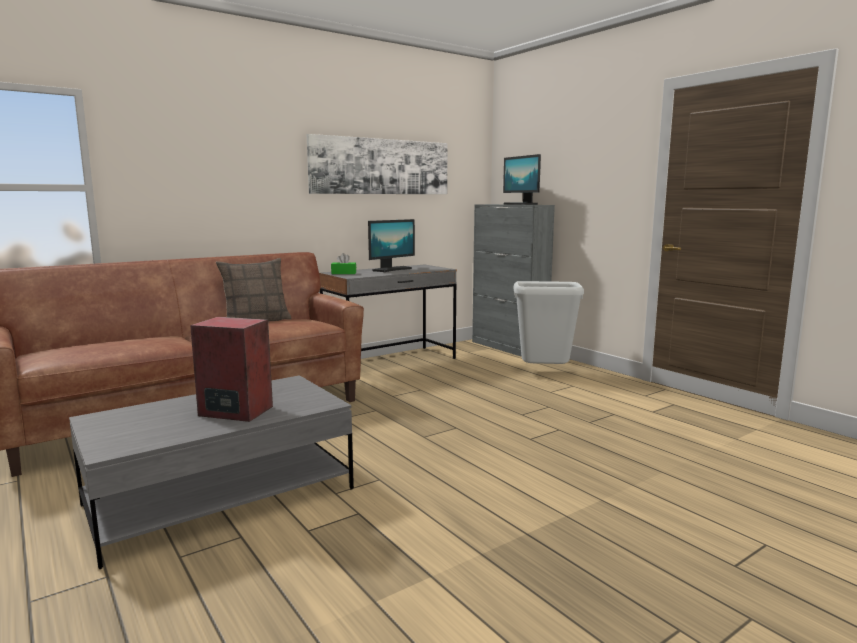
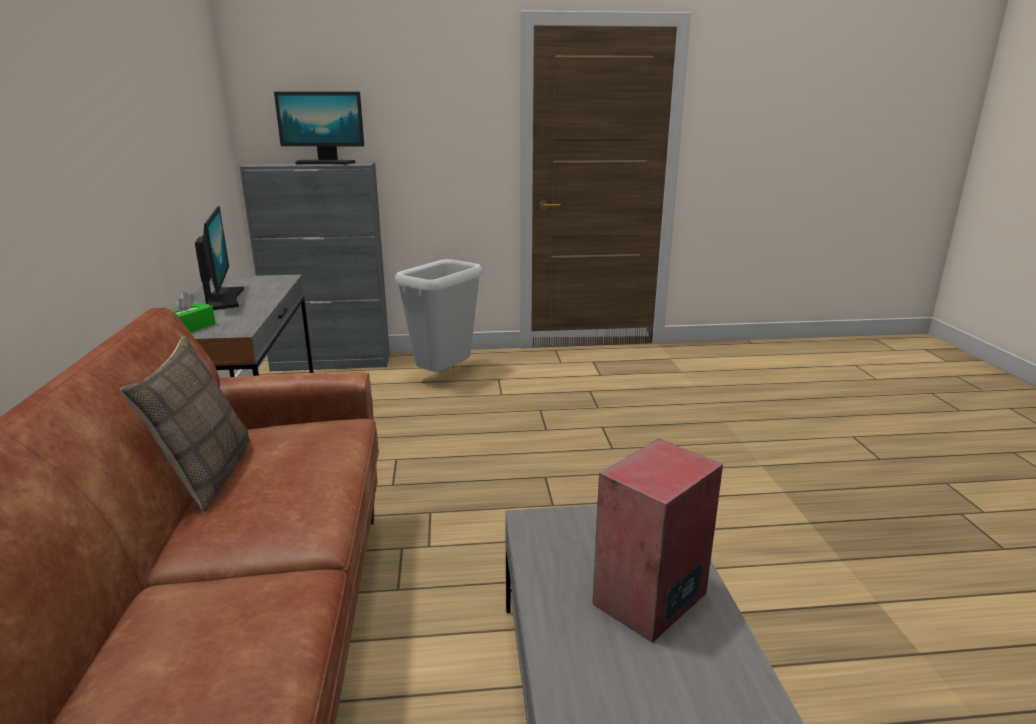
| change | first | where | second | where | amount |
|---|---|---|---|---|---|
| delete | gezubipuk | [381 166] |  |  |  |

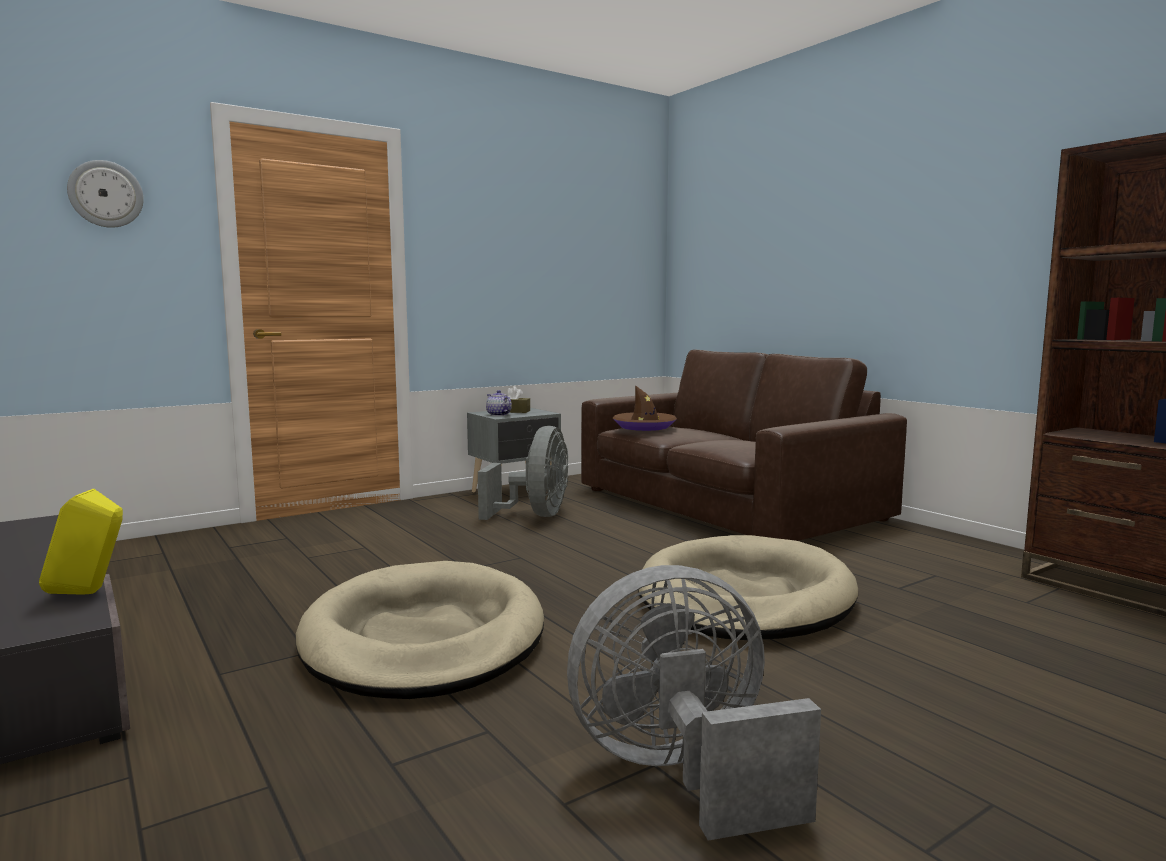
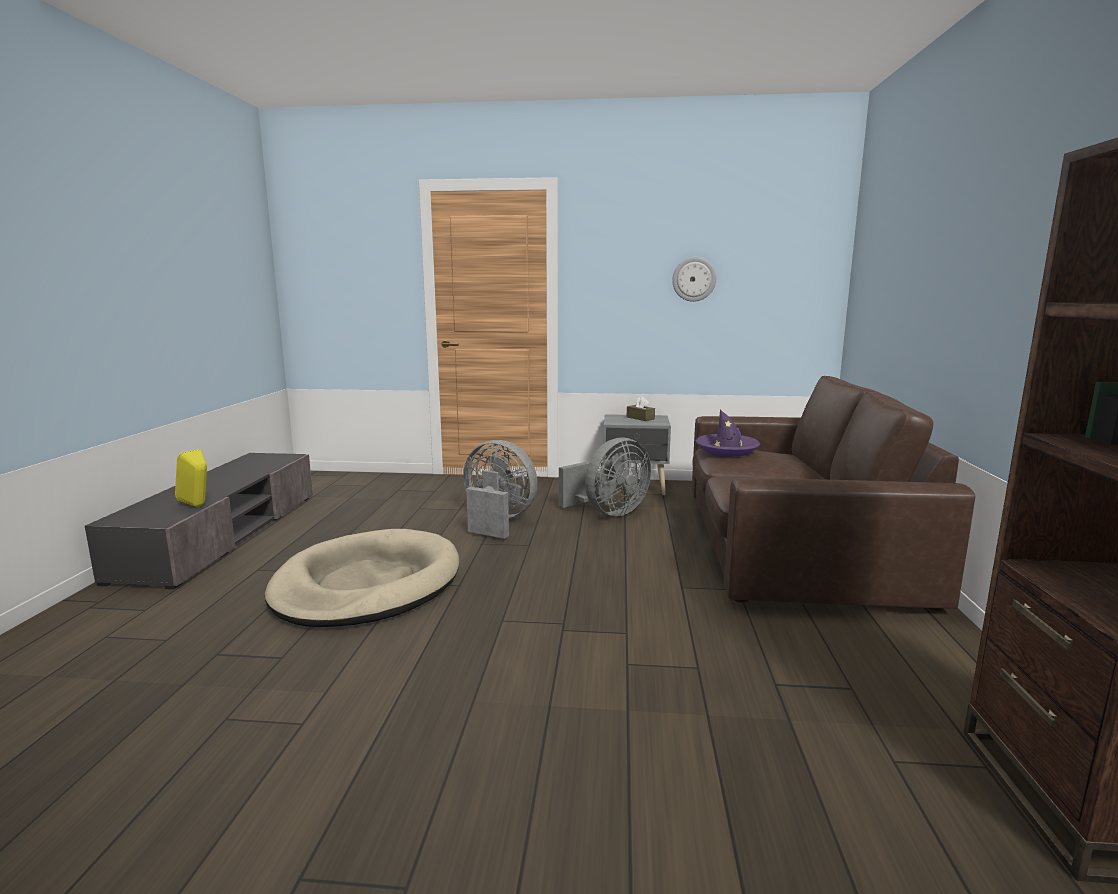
| change | first | where | second | where | amount |
|---|---|---|---|---|---|
| move | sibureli | [106 194] |  | [694 279] |  |
| recolor | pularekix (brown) | [644 427] | pularekix (purple) | [727 450] |  |
| delete | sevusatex | [498 415] |  |  |  |
| delete | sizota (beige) | [744 597] |  |  |  |
| move | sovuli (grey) | [682 773] |  | [497 522] |  |

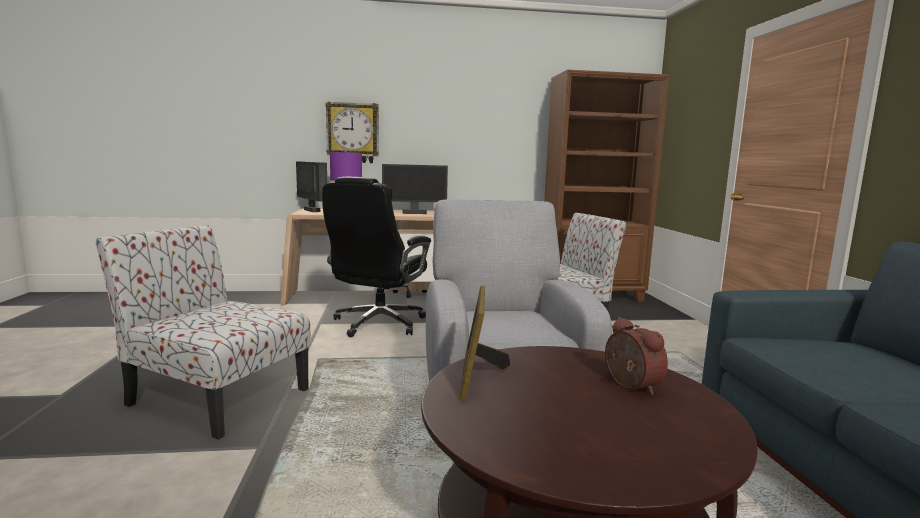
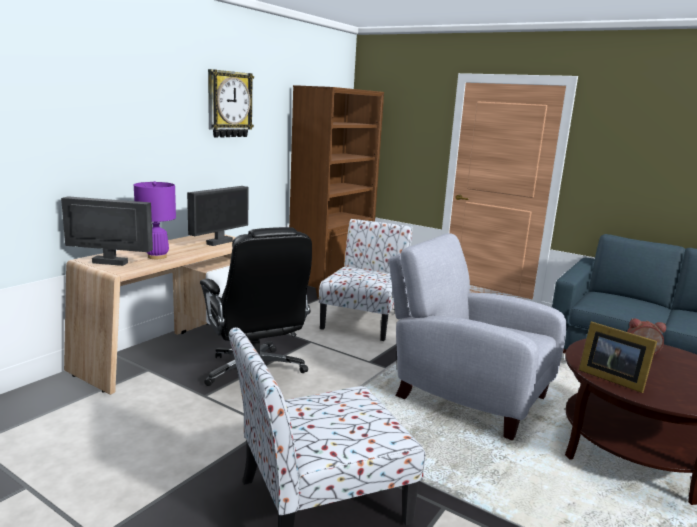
| change | first | where | second | where | amount |
|---|---|---|---|---|---|
| move | sibureli | [353 133] |  | [229 104] |  |

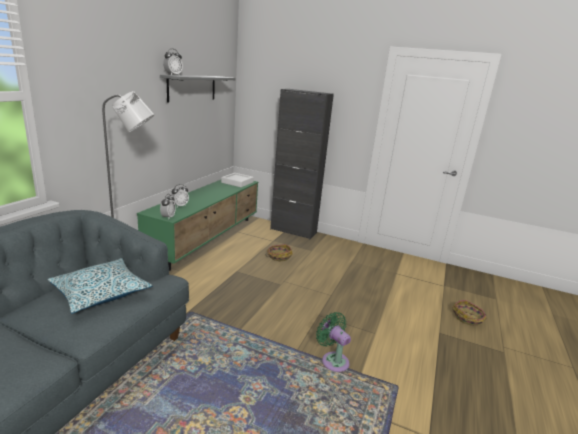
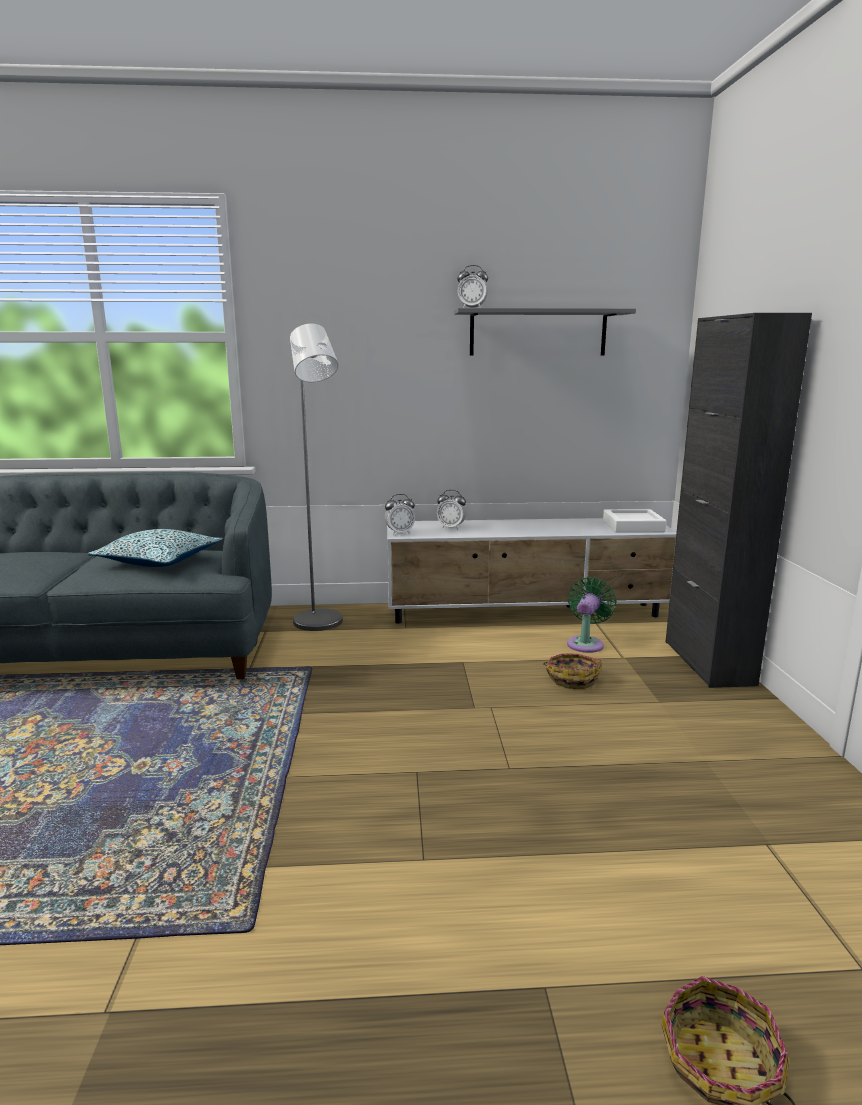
| change | first | where | second | where | amount |
|---|---|---|---|---|---|
| recolor | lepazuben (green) | [207 239] | lepazuben (white) | [526 613] |  |
| move | sovuli (green) | [333 360] |  | [586 643] |  |

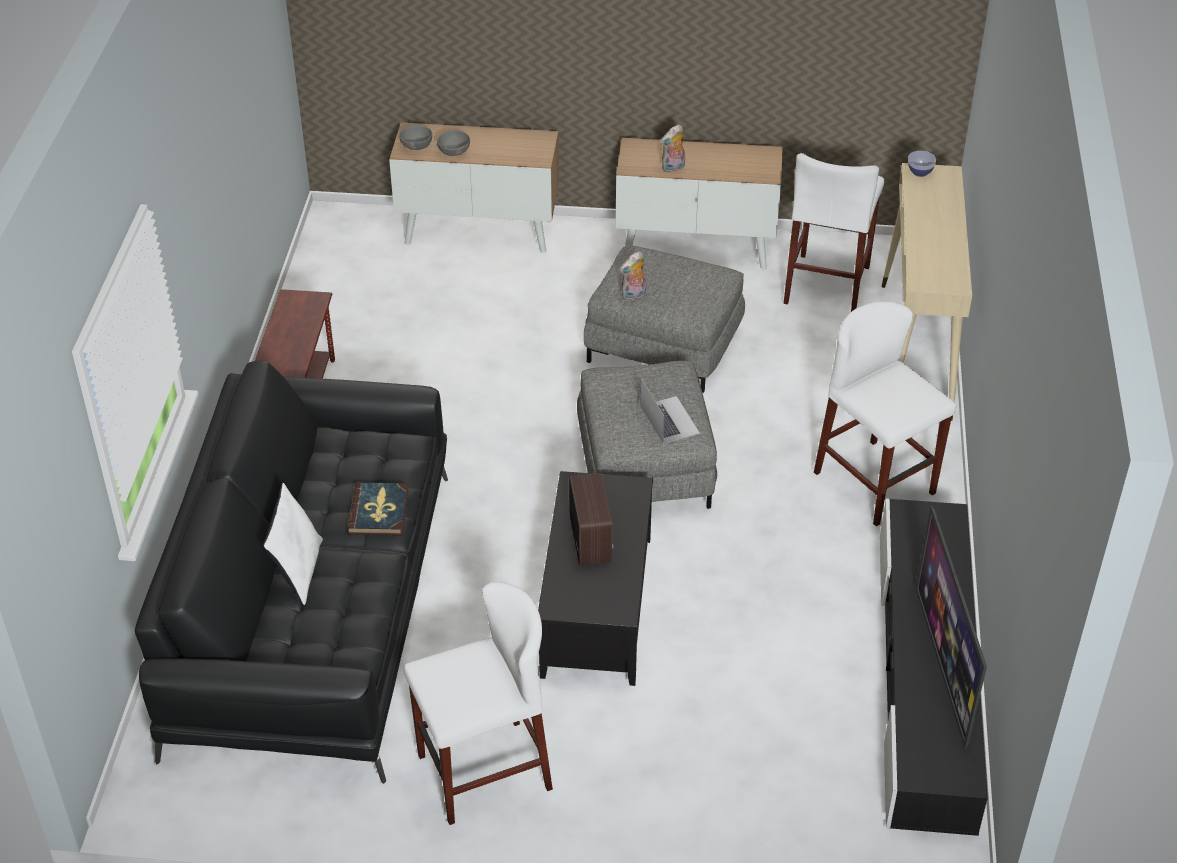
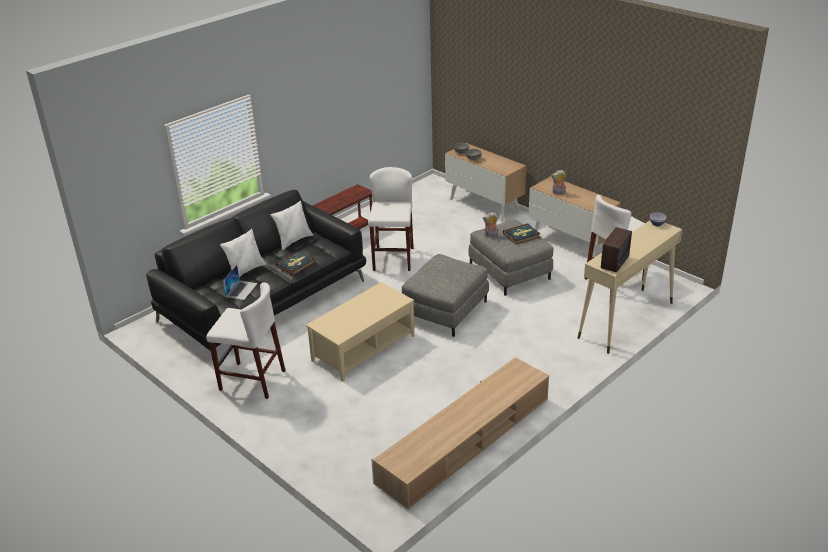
| change | first | where | second | where | amount |
|---|---|---|---|---|---|
| move | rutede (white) | [874 483] |  | [393 259] |  |
| move | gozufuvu | [669 419] |  | [241 290] |  |
| recolor | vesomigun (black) | [595 606] | vesomigun (beige) | [363 348] |  |
| move | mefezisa | [591 539] |  | [615 262] |  |
| recolor | lepazuben (black) | [925 678] | lepazuben (beige) | [464 441] |  |
| delete | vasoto | [943 666] |  |  |  |
| insert |  |  | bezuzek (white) | [293 240] |  |
| insert |  |  | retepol | [521 235] |  |

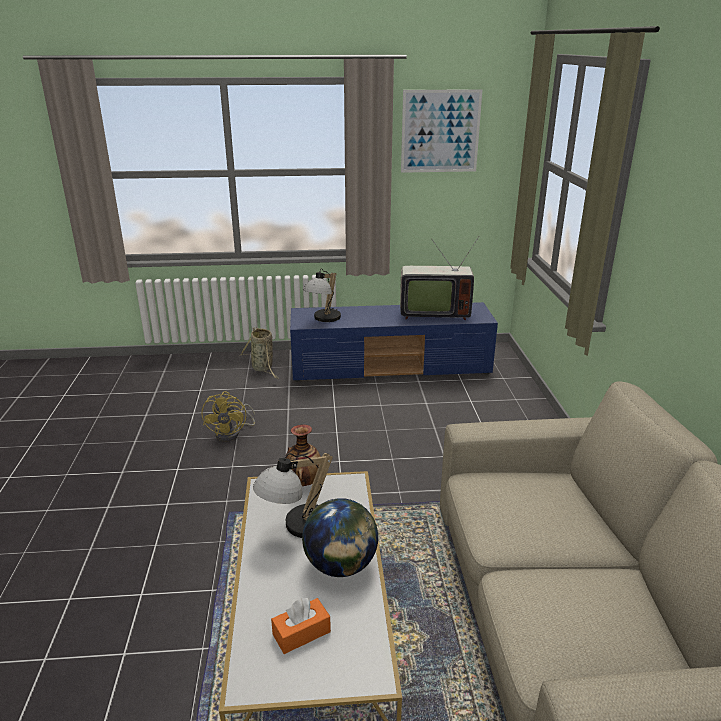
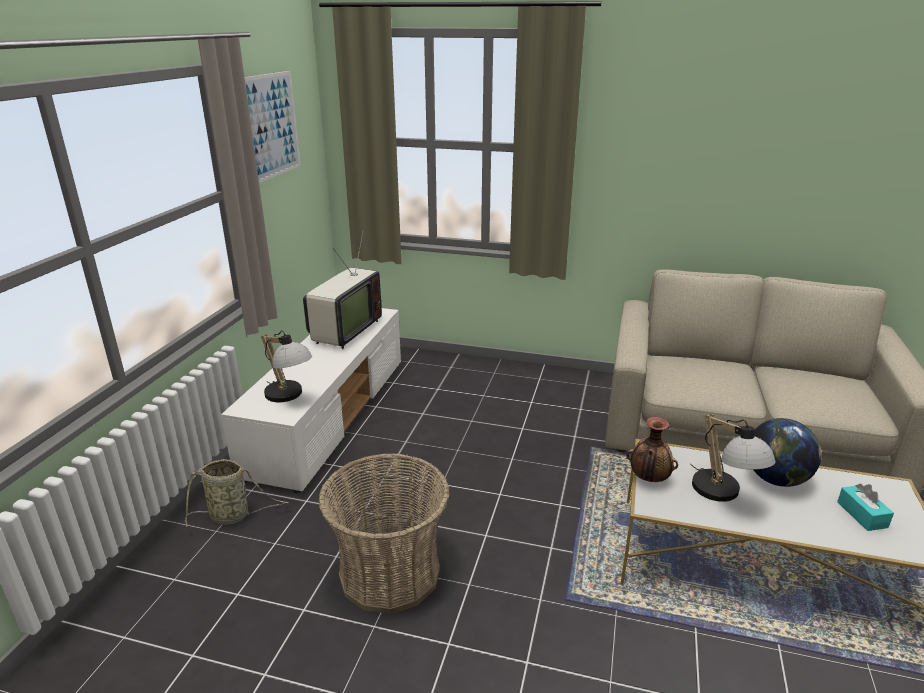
| change | first | where | second | where | amount |
|---|---|---|---|---|---|
| recolor | lepazuben (blue) | [391 367] | lepazuben (white) | [329 415] |  |
| replace | sovuli (yellow) | [232 433] | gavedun | [389 573] |  |
| recolor | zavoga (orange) | [301 633] | zavoga (turquoise) | [862 514] |  |

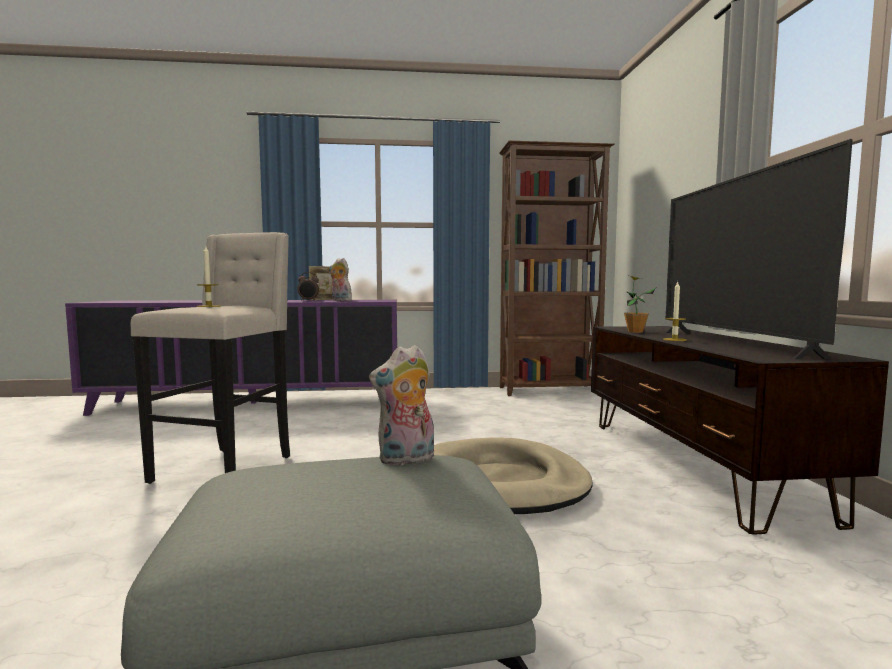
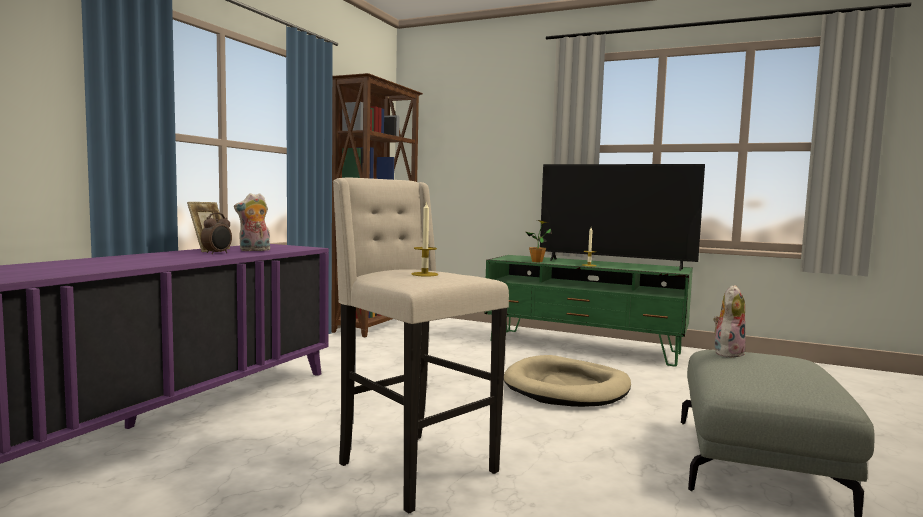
| change | first | where | second | where | amount |
|---|---|---|---|---|---|
| recolor | lepazuben (brown) | [692 465] | lepazuben (green) | [584 347] |  |
| rotate | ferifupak | [406 460] |  | [727 353] | 135 degrees counterclockwise |

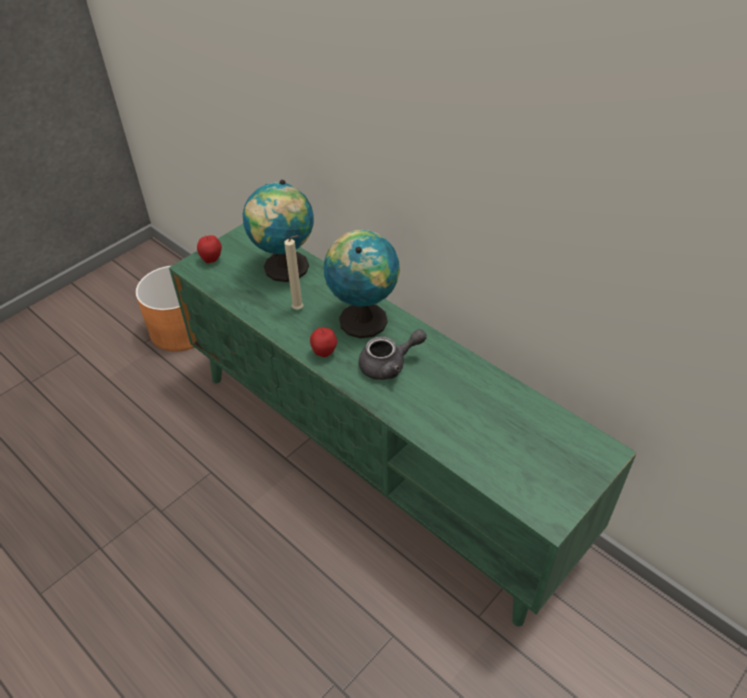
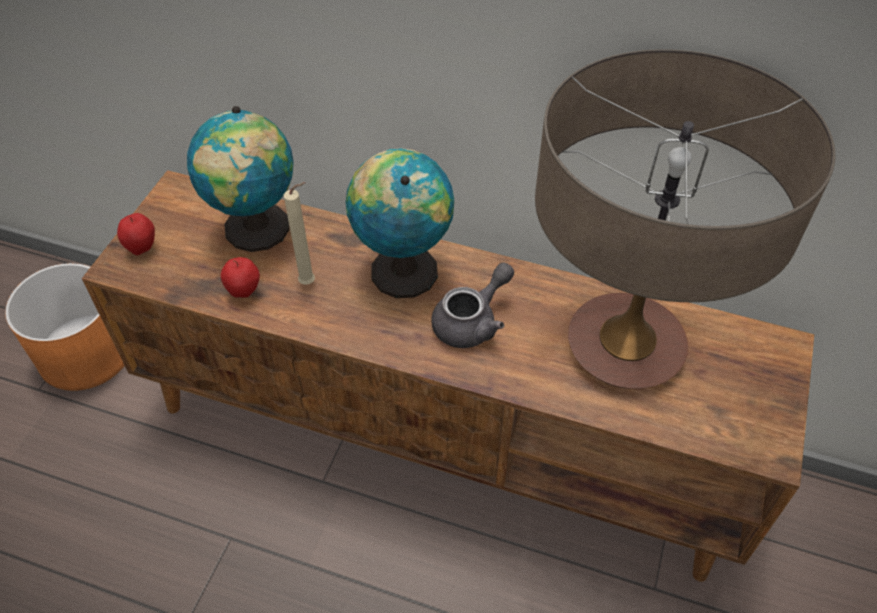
| change | first | where | second | where | amount |
|---|---|---|---|---|---|
| recolor | lepazuben (green) | [379 458] | lepazuben (brown) | [441 436] |  |
| move | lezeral | [324 353] |  | [244 292] |  |
| insert |  |  | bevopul | [625 347] |  |

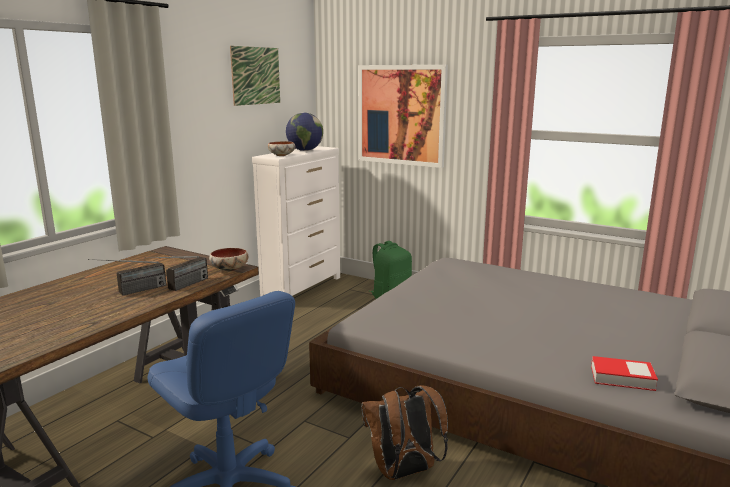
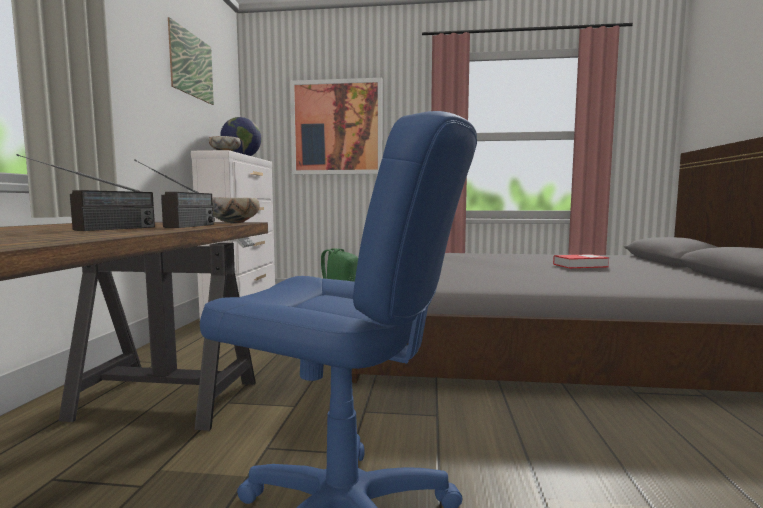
| change | first | where | second | where | amount |
|---|---|---|---|---|---|
| move | retepol | [622 378] |  | [580 265] |  |
| delete | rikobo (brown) | [404 472] |  |  |  |

